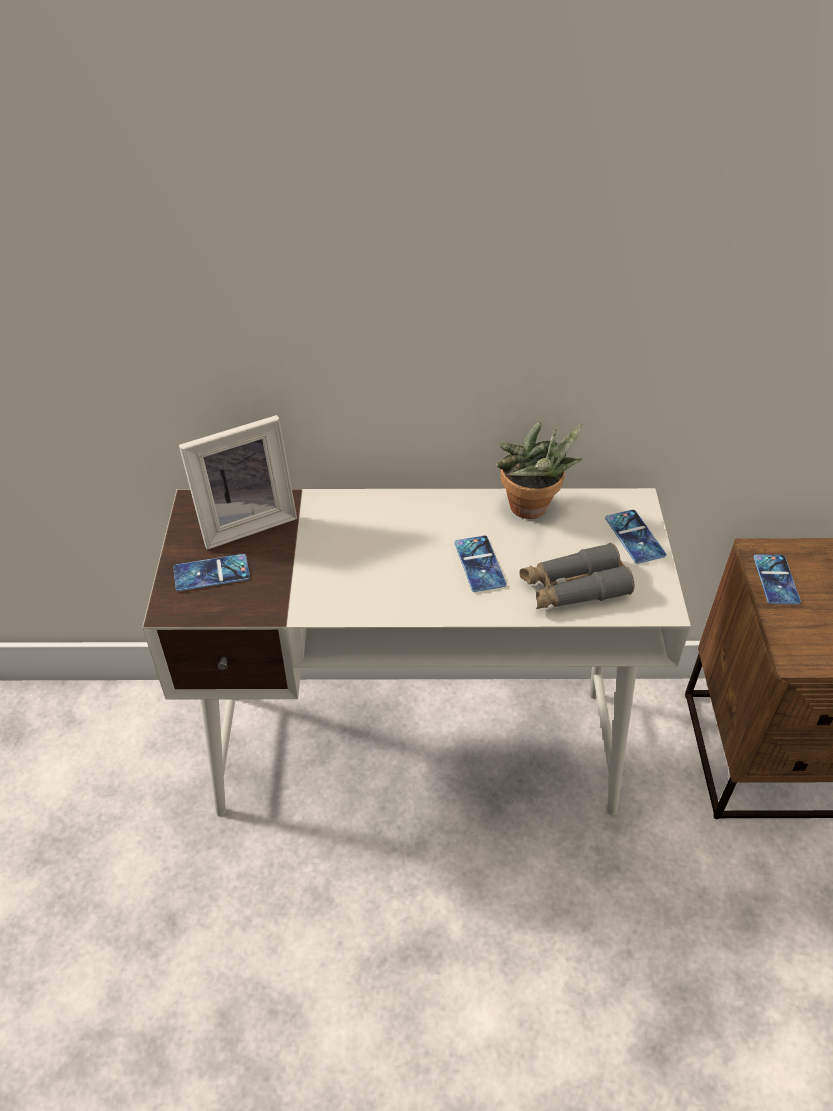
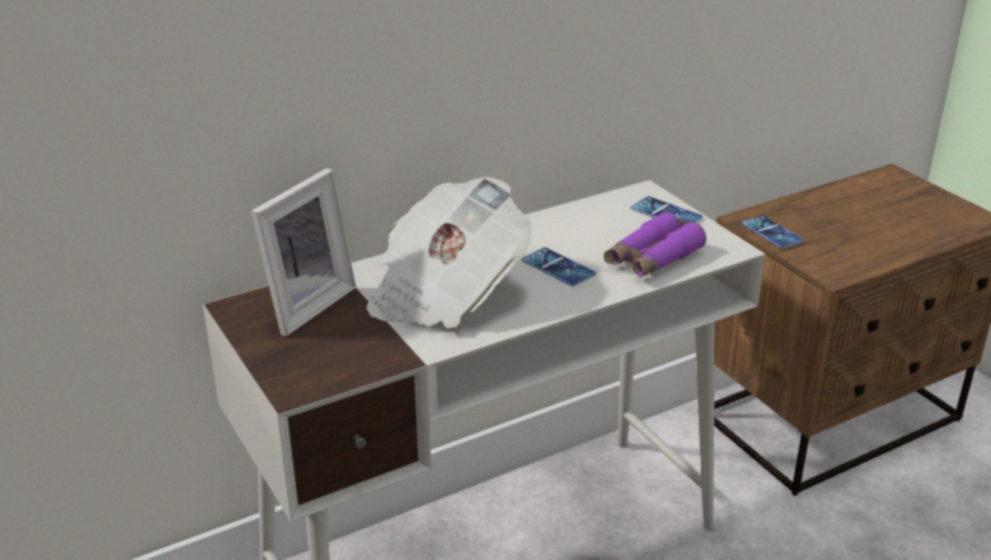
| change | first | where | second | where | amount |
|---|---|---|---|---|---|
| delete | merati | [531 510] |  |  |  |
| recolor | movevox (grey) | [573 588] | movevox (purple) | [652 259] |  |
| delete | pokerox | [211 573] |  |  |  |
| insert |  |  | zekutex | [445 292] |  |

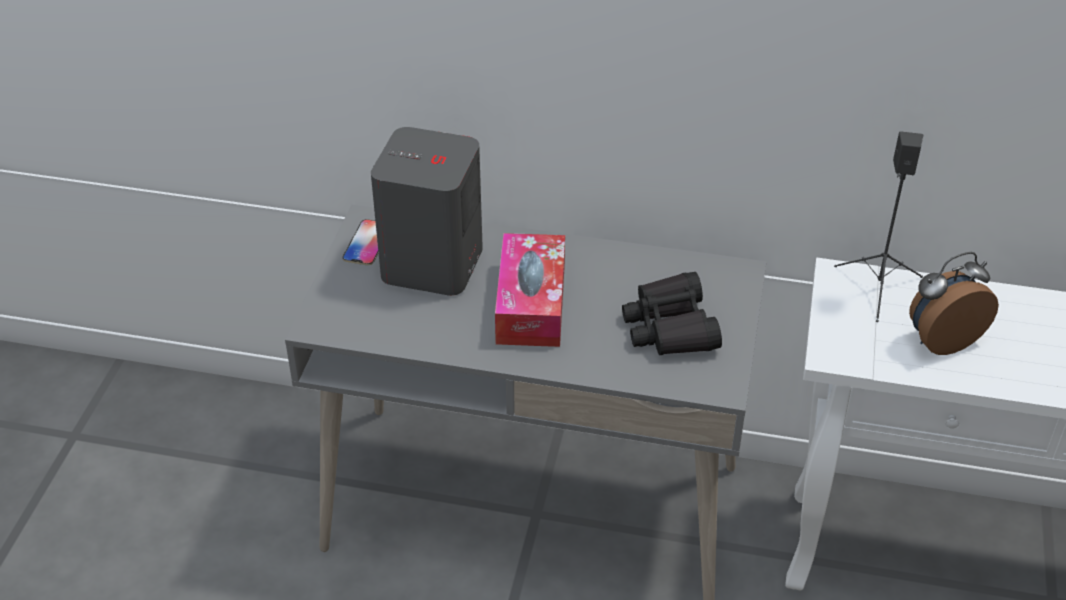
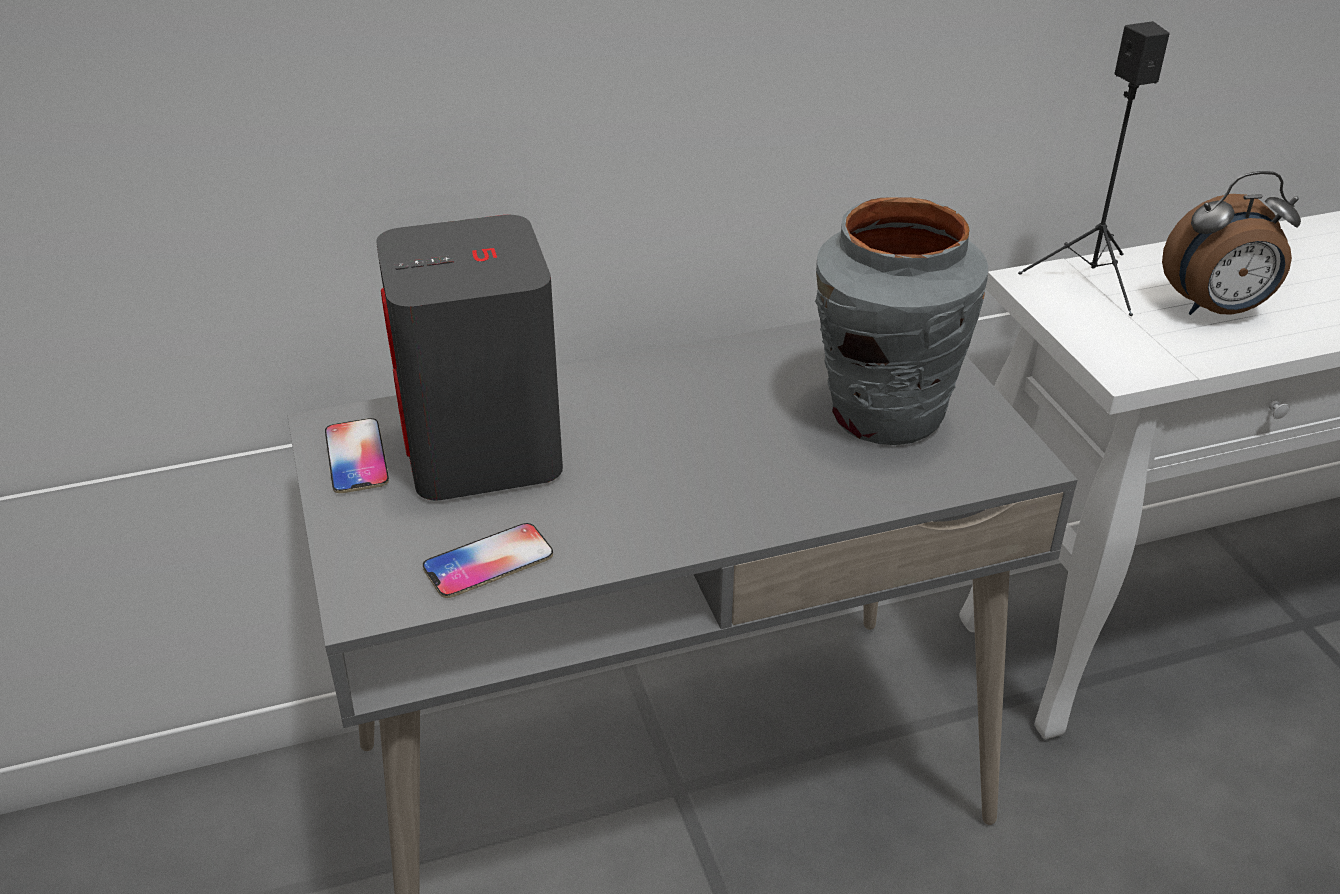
| change | first | where | second | where | amount |
|---|---|---|---|---|---|
| delete | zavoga | [531 303] |  |  |  |
| rotate | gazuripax | [941 339] |  | [1216 310] | 135 degrees counterclockwise |
| replace | movevox (black) | [670 327] | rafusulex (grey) | [884 414] |  |
| insert |  |  | pokerox | [488 562] |  |

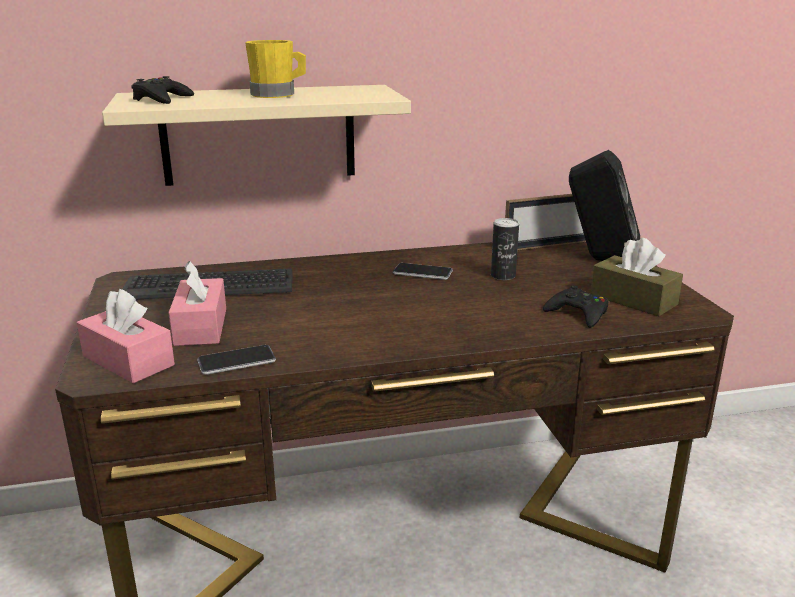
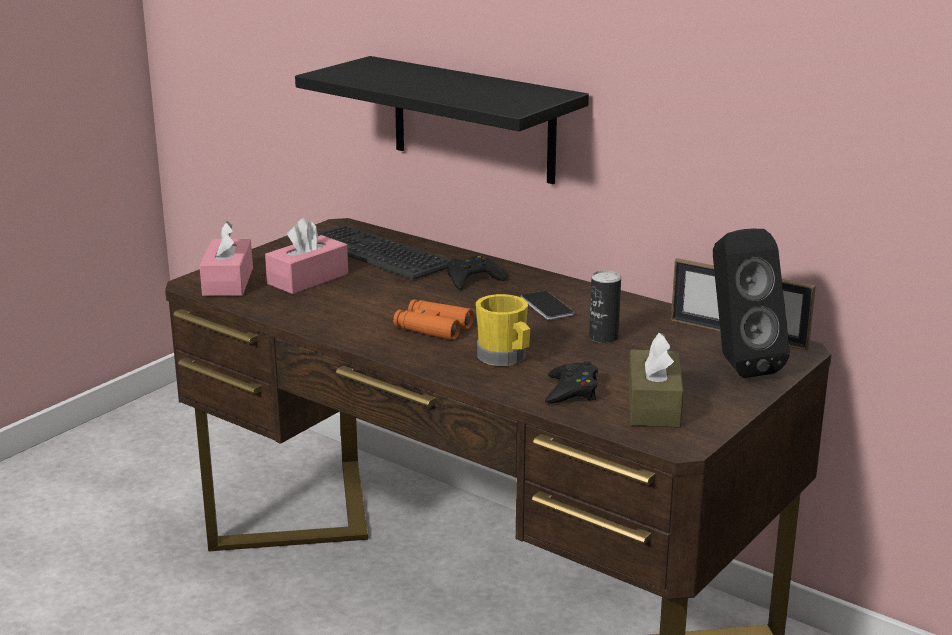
| change | first | where | second | where | amount |
|---|---|---|---|---|---|
| move | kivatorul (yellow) | [278 95] |  | [505 358] |  |
| move | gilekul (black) | [162 99] |  | [473 279] |  |
| recolor | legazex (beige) | [259 135] | legazex (black) | [473 120] |  |
| delete | pokerox | [236 361] |  |  |  |
| insert |  |  | movevox (orange) | [433 328] |  |

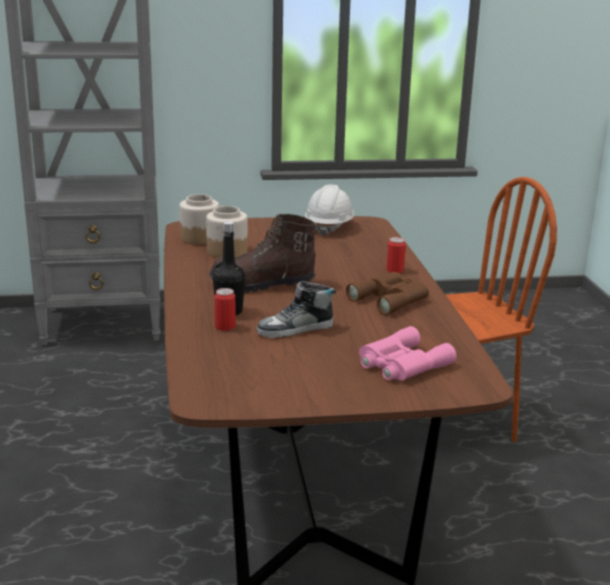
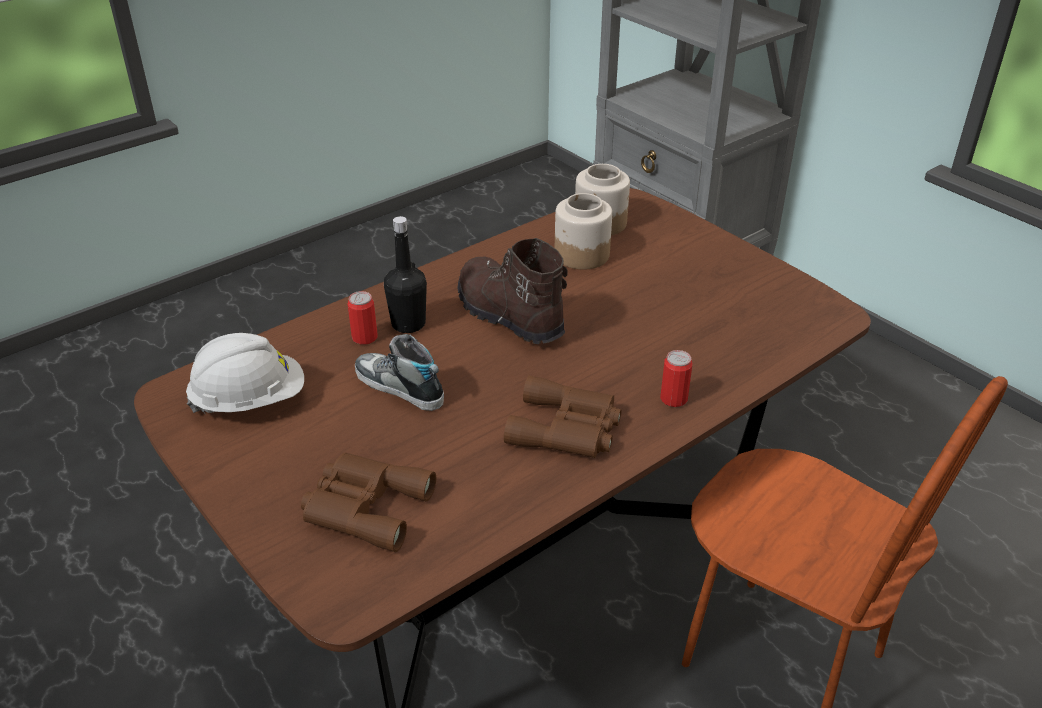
| change | first | where | second | where | amount |
|---|---|---|---|---|---|
| move | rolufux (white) | [329 227] |  | [250 400] |  |
| recolor | movevox (pink) | [401 364] | movevox (brown) | [364 506] |  |

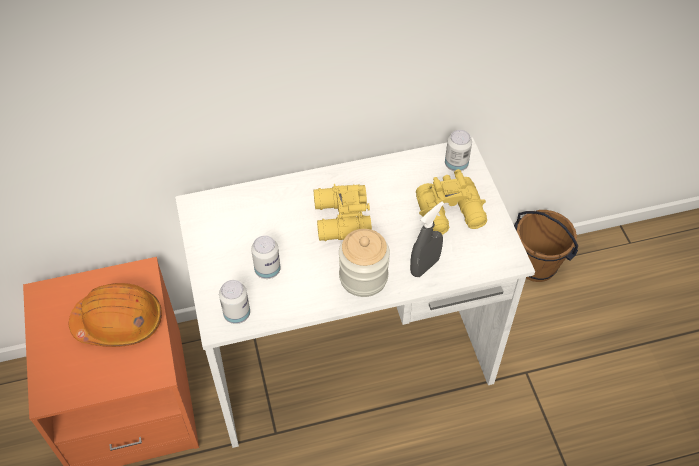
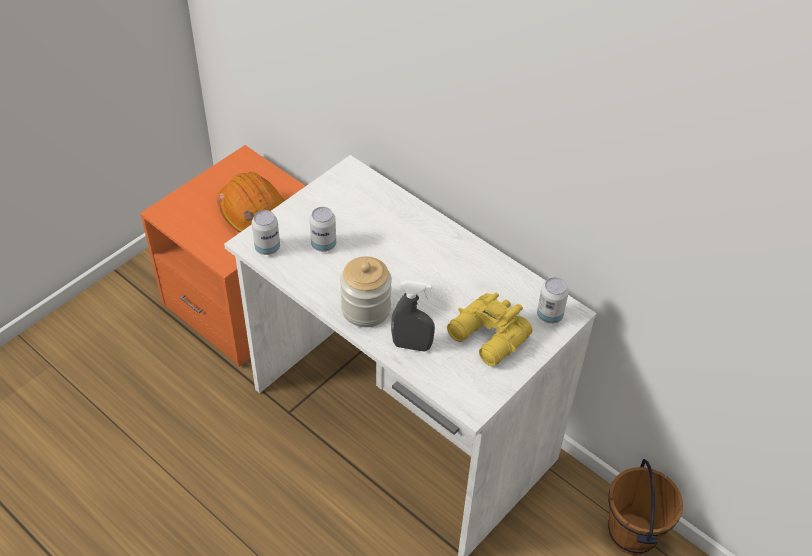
| change | first | where | second | where | amount |
|---|---|---|---|---|---|
| delete | movevox (yellow) | [340 220] |  |  |  |

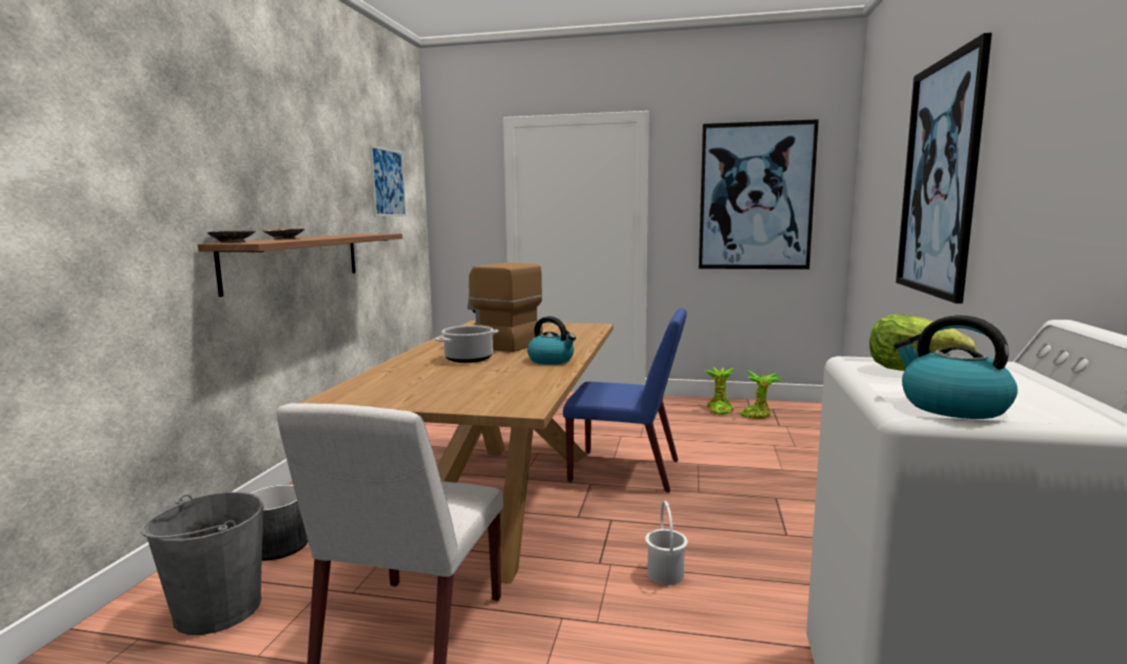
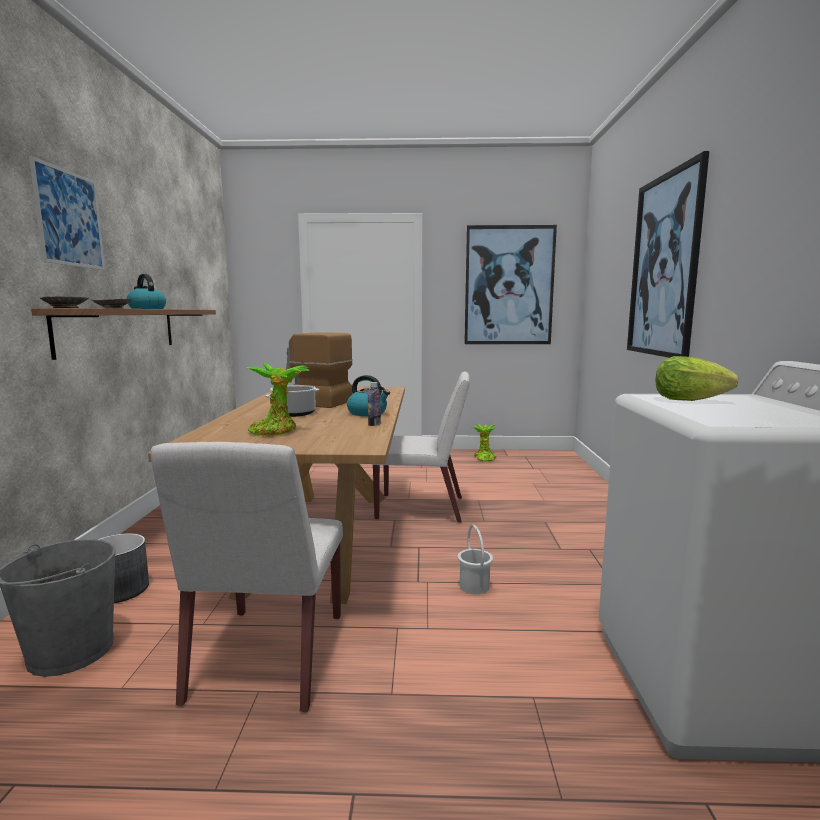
| change | first | where | second | where | amount |
|---|---|---|---|---|---|
| move | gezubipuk | [388 182] |  | [69 218] |  |
| recolor | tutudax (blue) | [626 471] | tutudax (white) | [422 508] |  |
| move | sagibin | [951 406] |  | [146 308] |  |
| move | merati | [758 415] |  | [277 431] |  |
| insert |  |  | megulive | [374 424] |  |

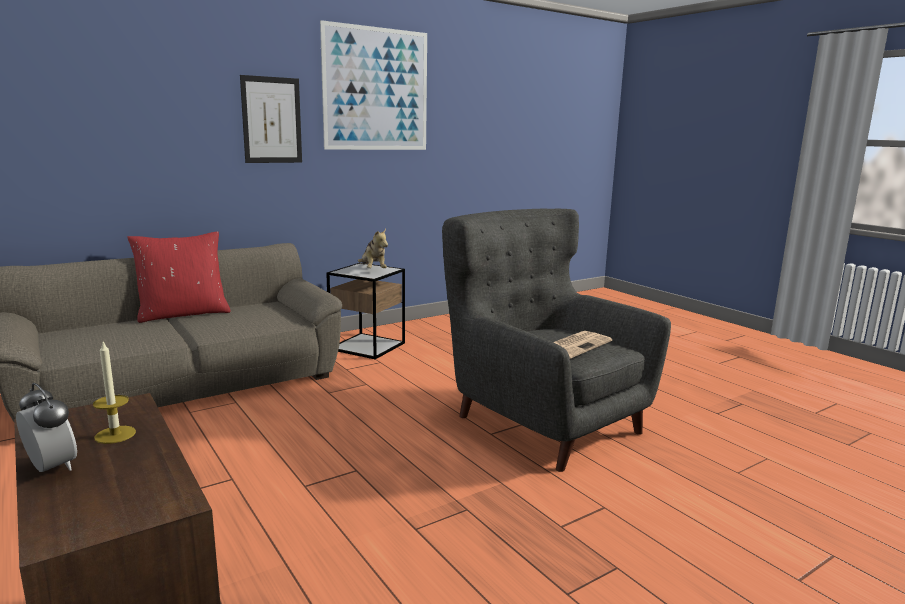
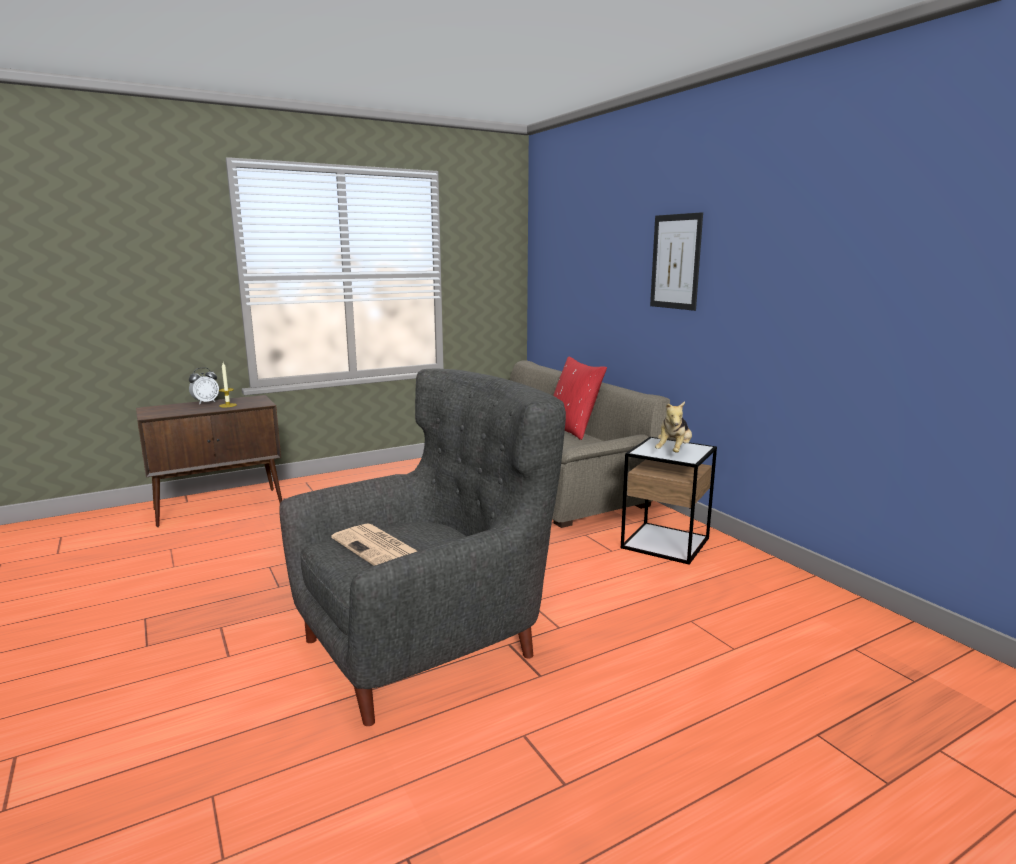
| change | first | where | second | where | amount |
|---|---|---|---|---|---|
| delete | gezubipuk | [376 89] |  |  |  |
| rotate | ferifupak | [373 270] |  | [674 452] | 45 degrees counterclockwise |

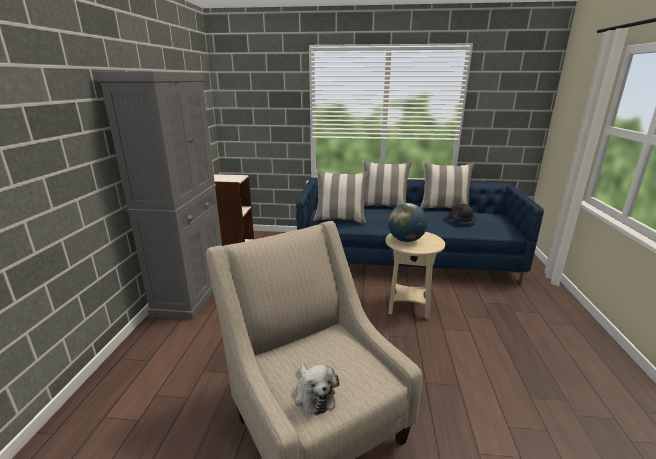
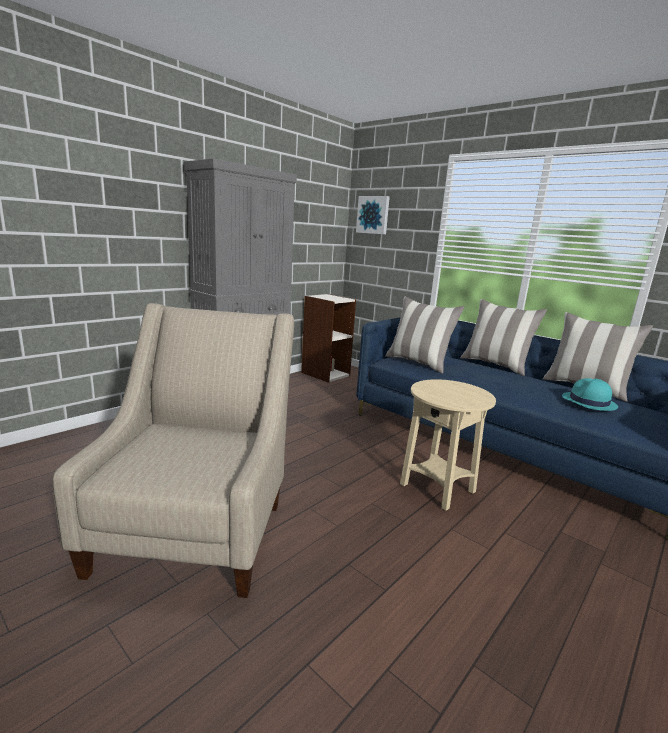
| change | first | where | second | where | amount |
|---|---|---|---|---|---|
| delete | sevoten | [406 240] |  |  |  |
| recolor | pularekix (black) | [460 219] | pularekix (turquoise) | [588 402] |  |
| delete | ferifupak | [314 394] |  |  |  |
| insert |  |  | gezubipuk | [373 215] |  |

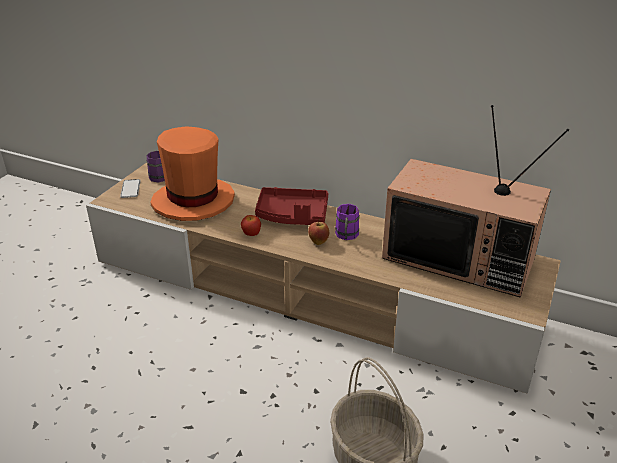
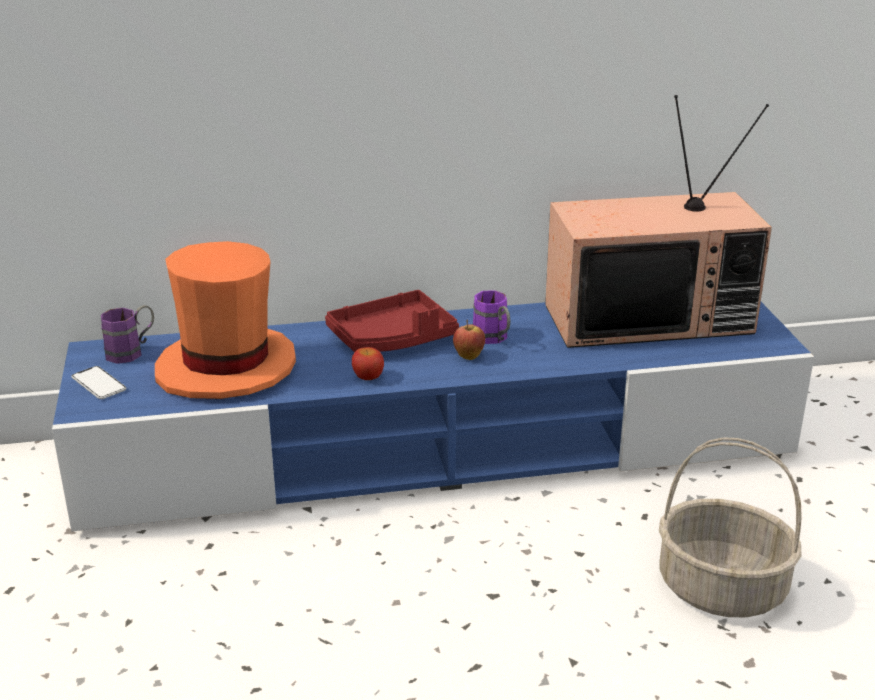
| change | first | where | second | where | amount |
|---|---|---|---|---|---|
| recolor | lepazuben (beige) | [309 292] | lepazuben (blue) | [439 450] |  |

